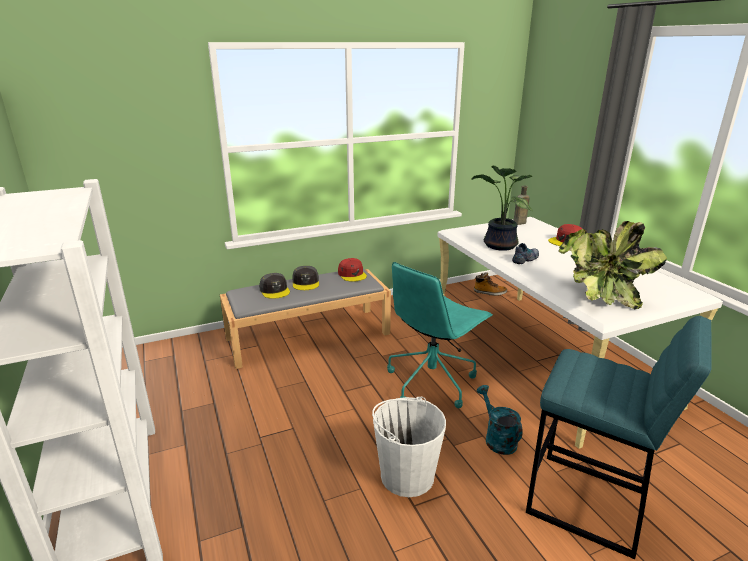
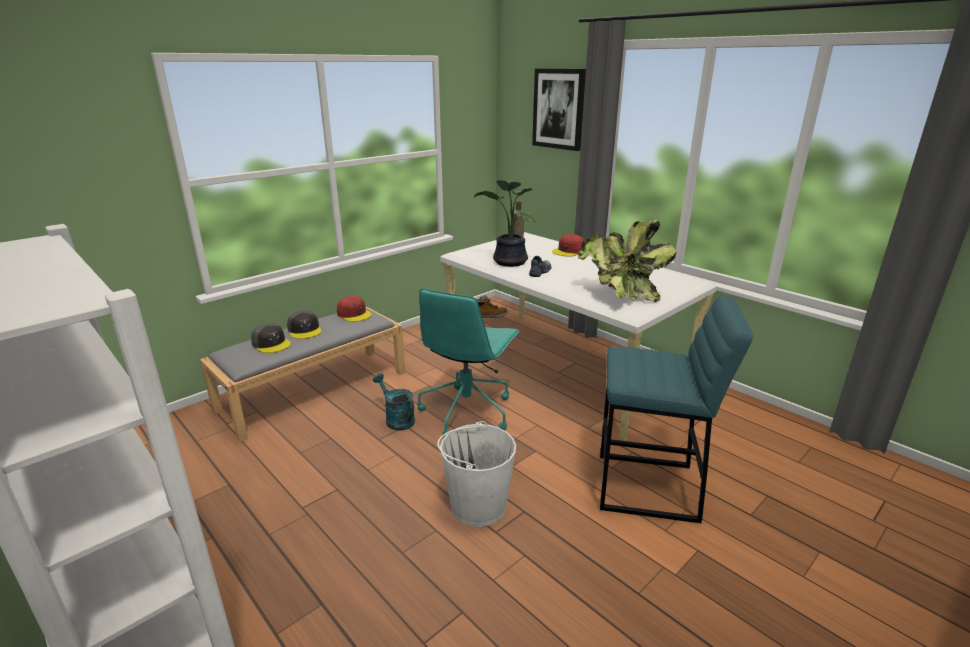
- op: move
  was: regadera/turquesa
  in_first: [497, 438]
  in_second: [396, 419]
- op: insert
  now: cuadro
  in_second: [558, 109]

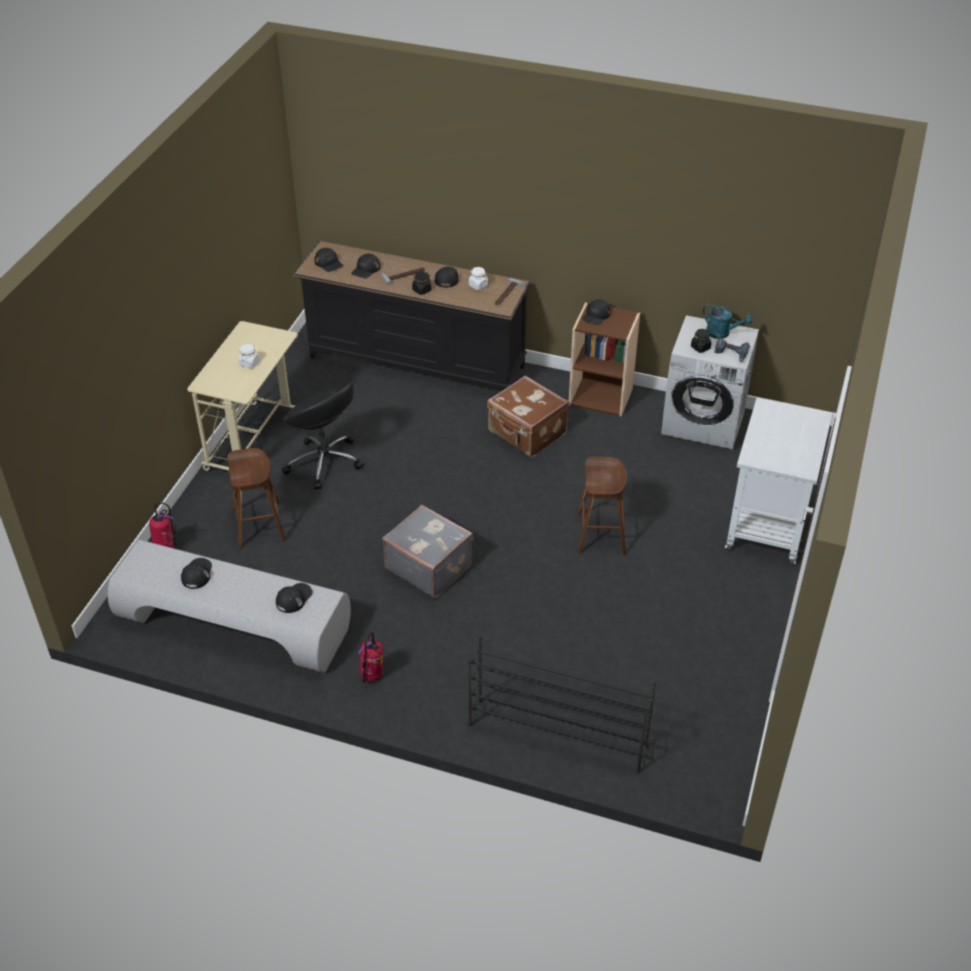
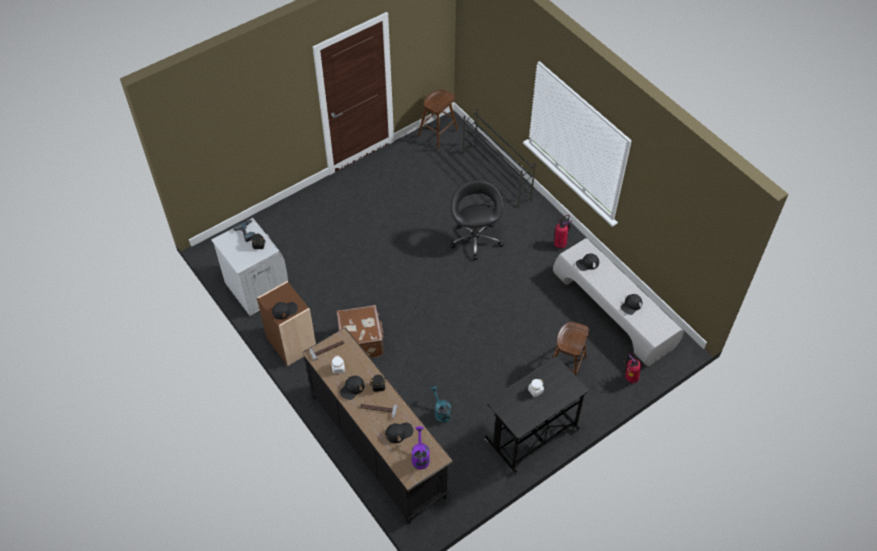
- op: replace
  was: gorra/negro
  now: regadera/morado
  in_first: [328, 263]
  in_second: [420, 456]
- op: move
  was: regadera/turquesa
  in_first: [722, 333]
  in_second: [441, 412]
- op: recolor
  was: escritorio/beis
  now: escritorio/negro
  in_first: [256, 442]
  in_second: [531, 436]
- op: move
  was: silla de oficina/negro
  in_first: [325, 463]
  in_second: [475, 239]
- op: delete
  was: carrito/blanco
  in_first: [766, 528]
- op: move
  was: taburete/marrón
  in_first: [601, 533]
  in_second: [437, 133]
- op: delete
  was: maleta/gris
  in_first: [429, 566]

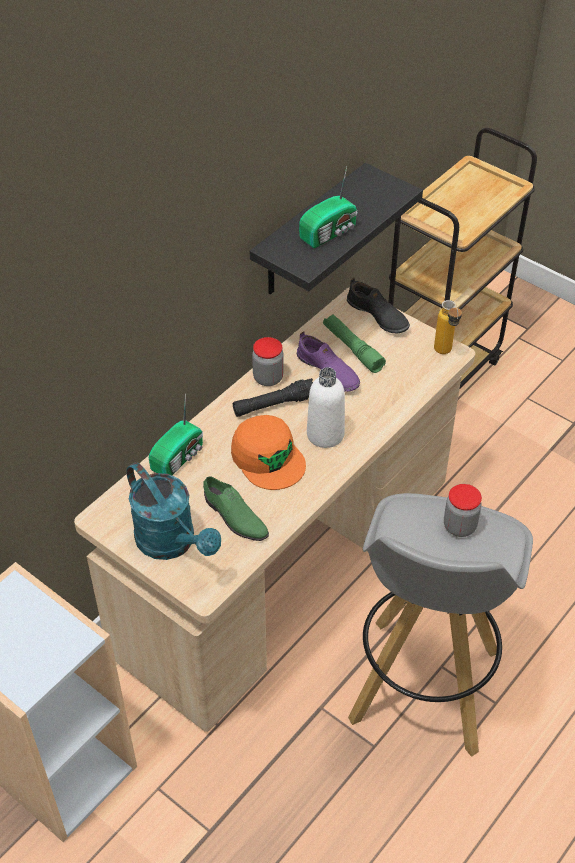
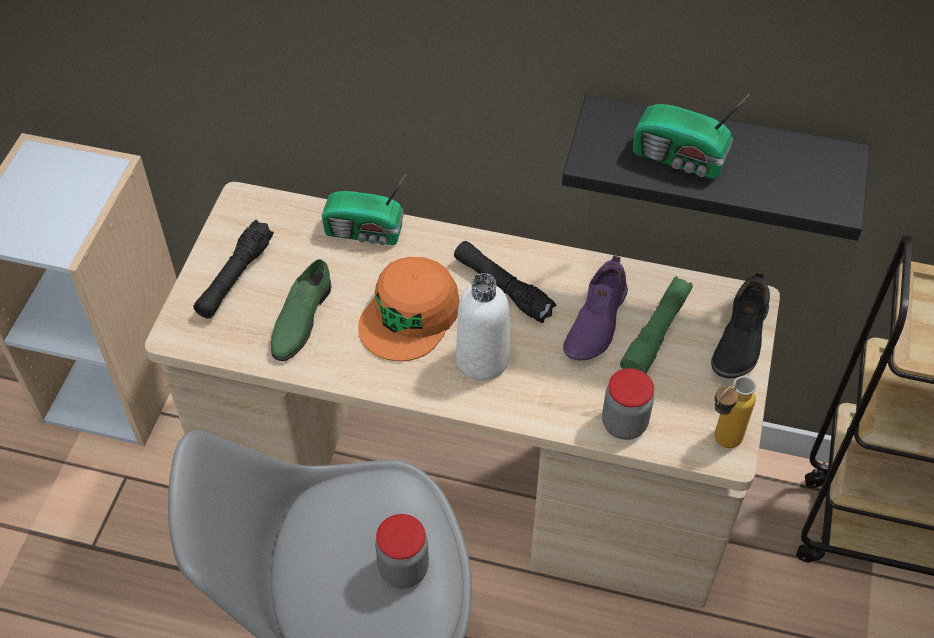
- op: move
  was: tarro
  in_first: [268, 378]
  in_second: [624, 423]
- op: replace
  was: regadera/turquesa
  now: linterna/negro
  in_first: [172, 543]
  in_second: [235, 278]

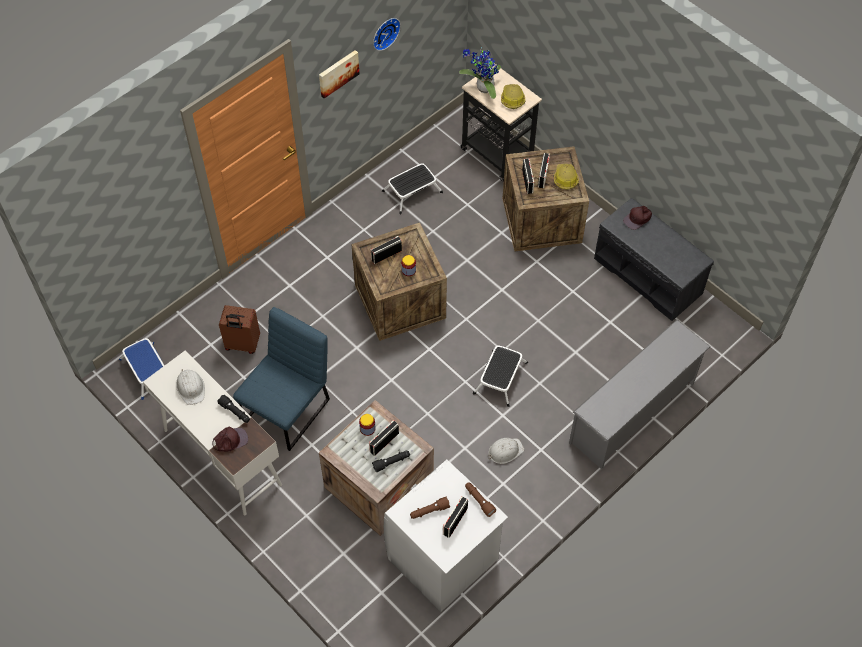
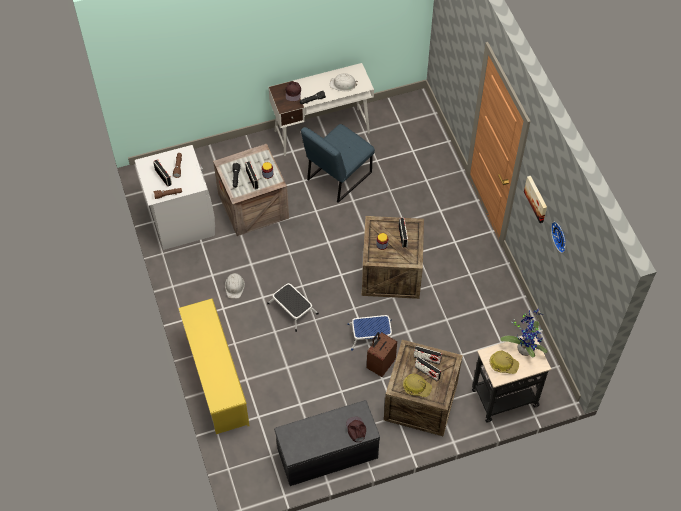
- op: delete
  was: escalera de tijera/negro
  in_first: [412, 192]
- op: move
  was: maleta/marrón
  in_first: [242, 345]
  in_second: [380, 365]
- op: rotate
  was: silla/azul
  in_first: [288, 409]
  in_second: [337, 177]
  clockwise: 75
- op: recolor
  was: zapatero/gris
  now: zapatero/amarillo
  in_first: [633, 413]
  in_second: [216, 380]
- op: move
  was: escalera de tijera/azul
  in_first: [148, 370]
  in_second: [371, 335]

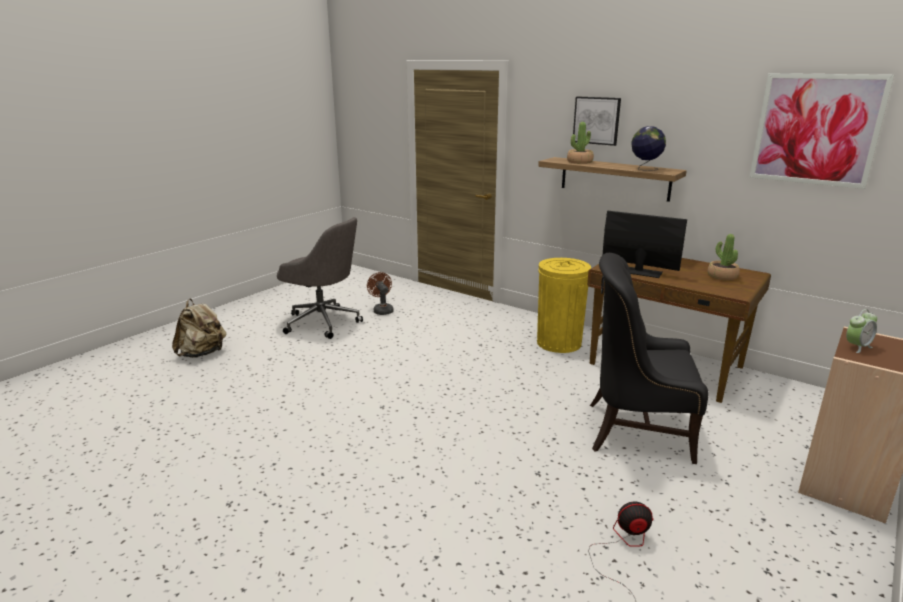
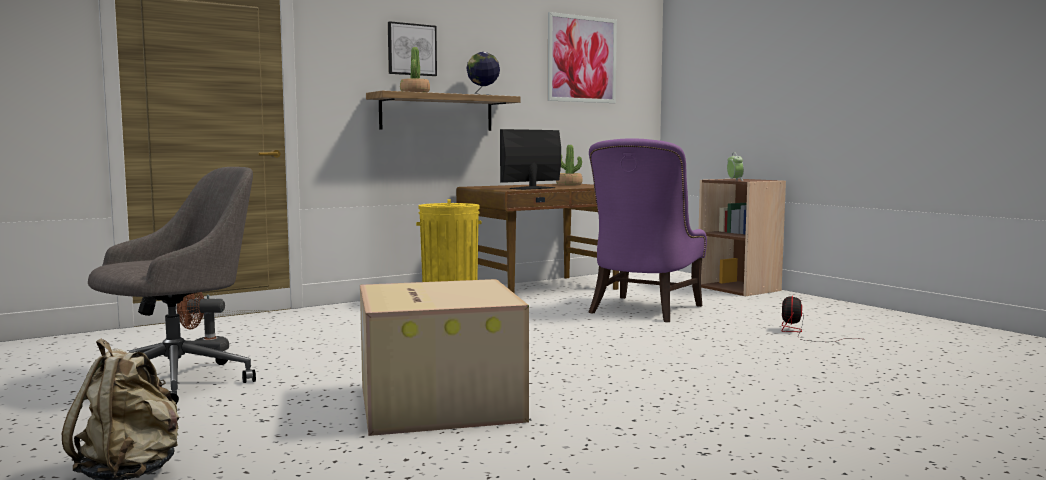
- op: recolor
  was: silla/negro
  now: silla/morado
  in_first: [636, 430]
  in_second: [644, 309]
- op: insert
  now: caja de cartón
  in_second: [437, 402]

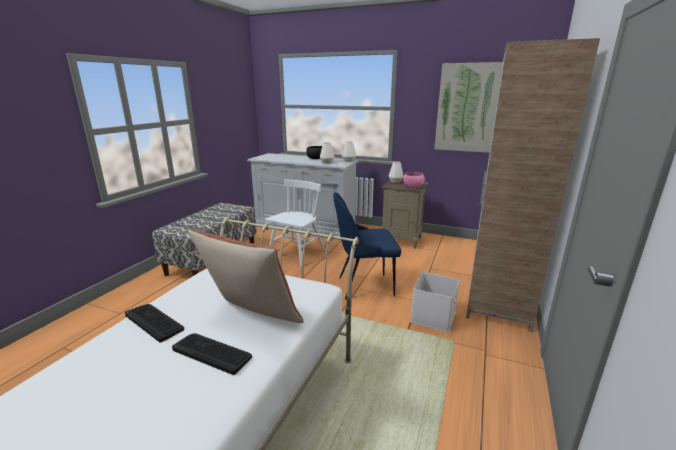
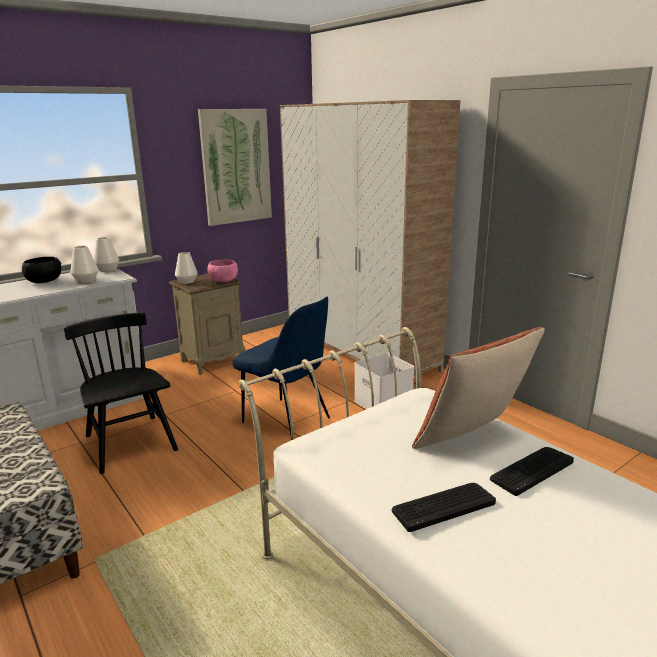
- op: recolor
  was: silla/blanco
  now: silla/negro
  in_first: [296, 254]
  in_second: [130, 443]
- op: rotate
  was: silla/azul
  in_first: [365, 286]
  in_second: [287, 420]
  clockwise: -75

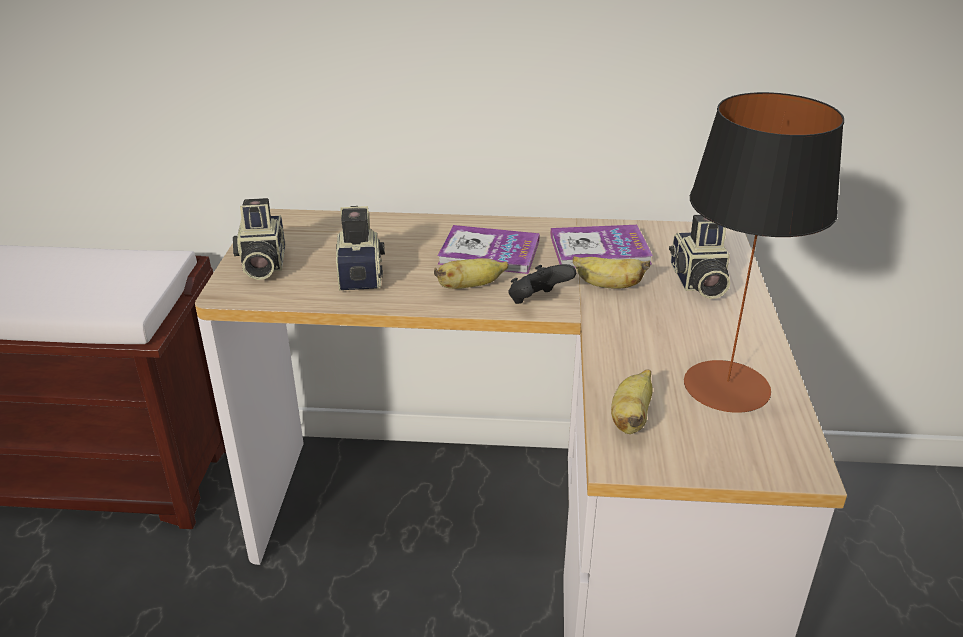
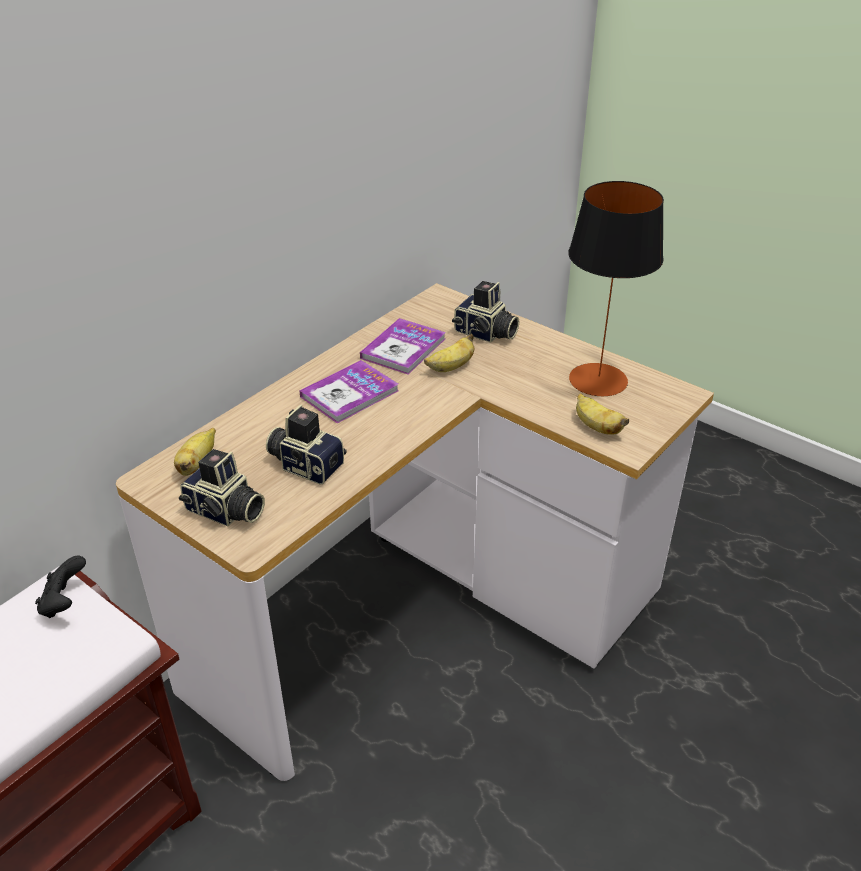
- op: move
  was: plátano
  in_first: [470, 286]
  in_second: [197, 464]
- op: move
  was: mando de consola/negro
  in_first: [537, 302]
  in_second: [65, 603]

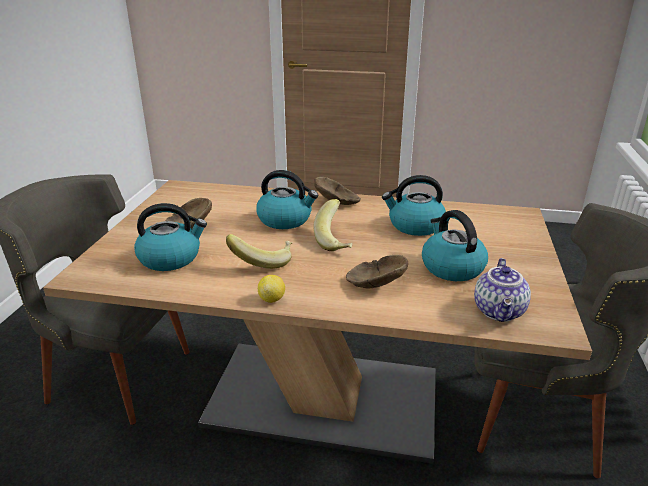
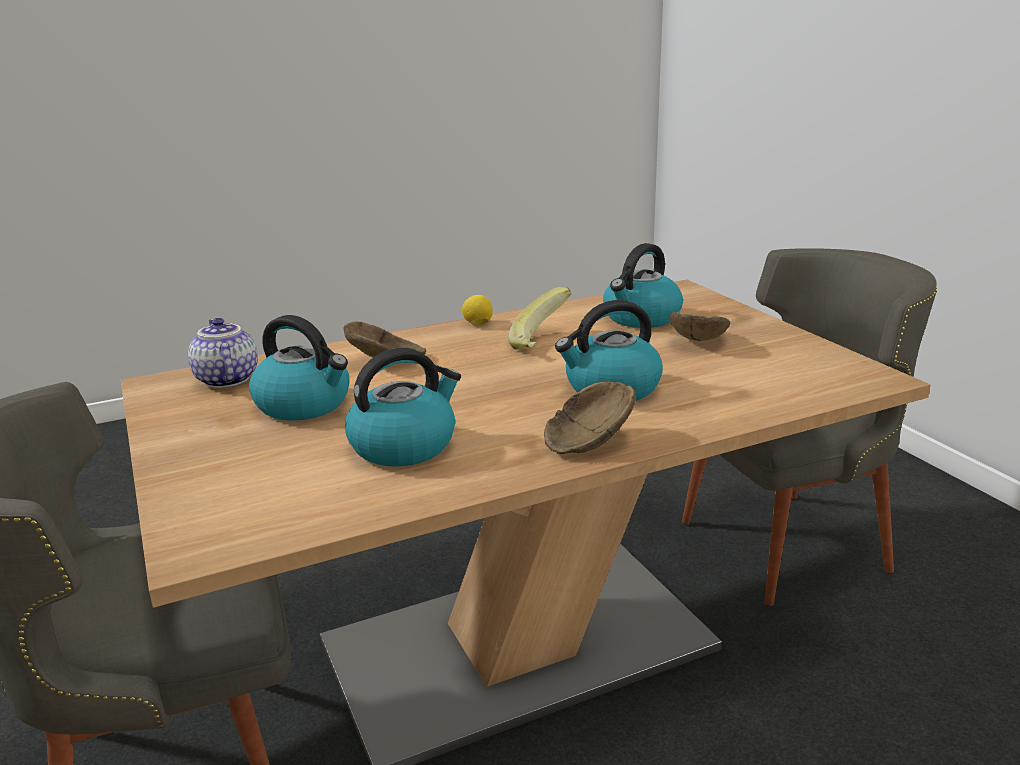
- op: delete
  was: plátano
  in_first: [337, 241]

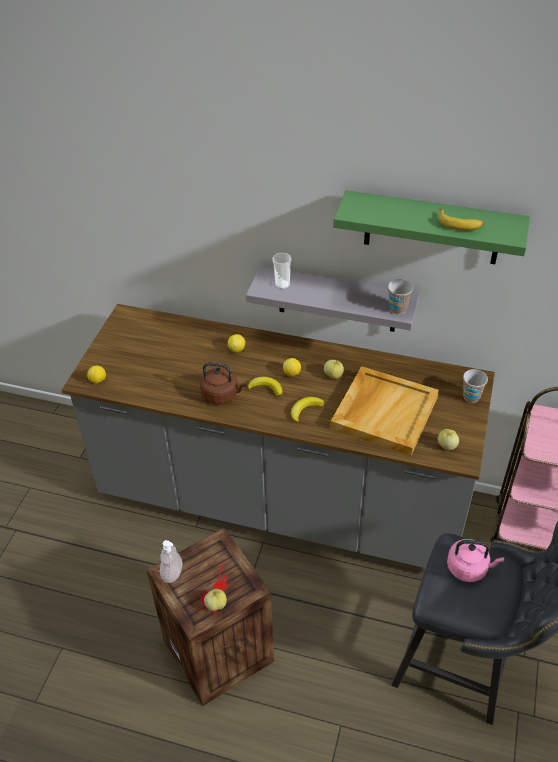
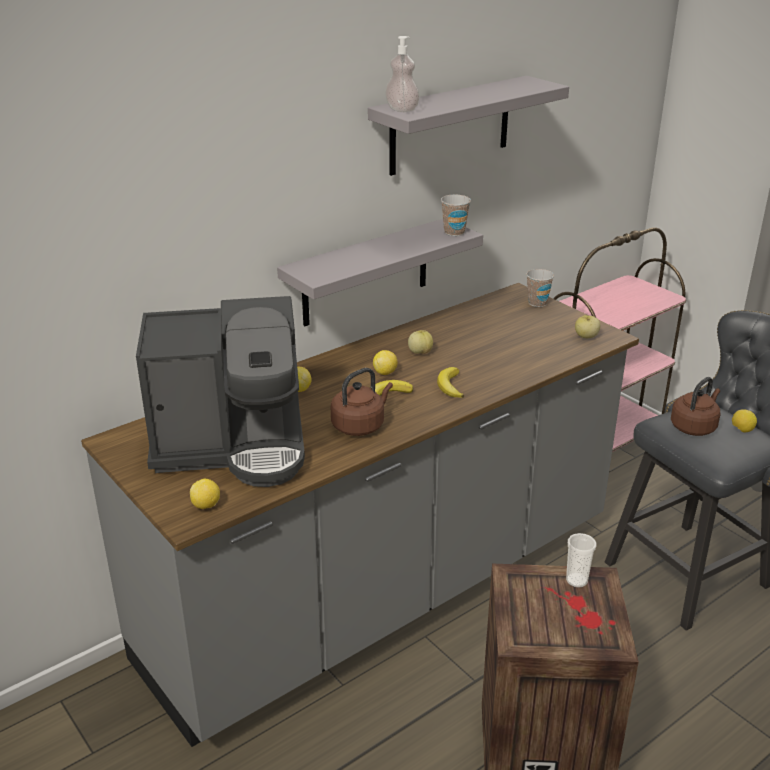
- op: recolor
  was: estante/verde
  now: estante/gris
  in_first: [432, 228]
  in_second: [450, 125]
- op: delete
  was: plátano
  in_first: [459, 224]
- op: move
  was: taza
  in_first: [282, 284]
  in_second: [576, 580]
- op: delete
  was: bandeja/beis
  in_first: [384, 412]
- op: recolor
  was: hervidor/rosa
  now: hervidor/marrón
  in_first: [469, 568]
  in_second: [694, 427]
- op: move
  was: dispensador de jabón
  in_first: [172, 573]
  in_second: [402, 109]
- op: delete
  was: manzana
  in_first: [216, 605]
- op: insert
  now: cafetera
  in_second: [233, 446]
- op: insert
  now: limón
  in_second: [741, 430]

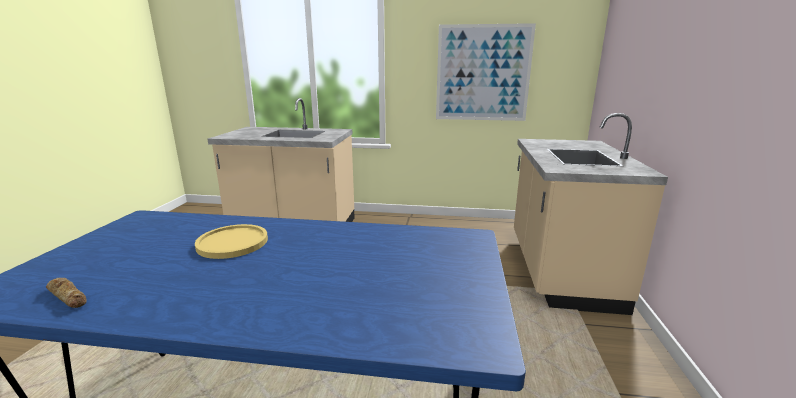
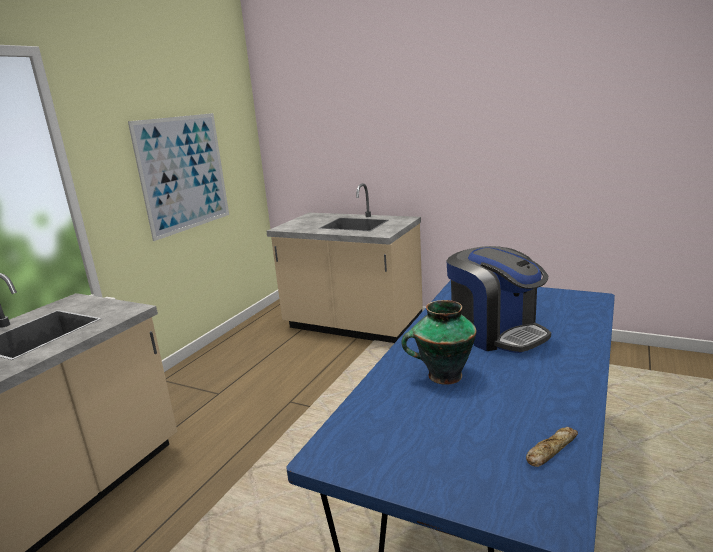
- op: replace
  was: plato/amarillo
  now: florero
  in_first: [232, 242]
  in_second: [443, 376]
- op: insert
  now: cafetera
  in_second: [496, 332]

